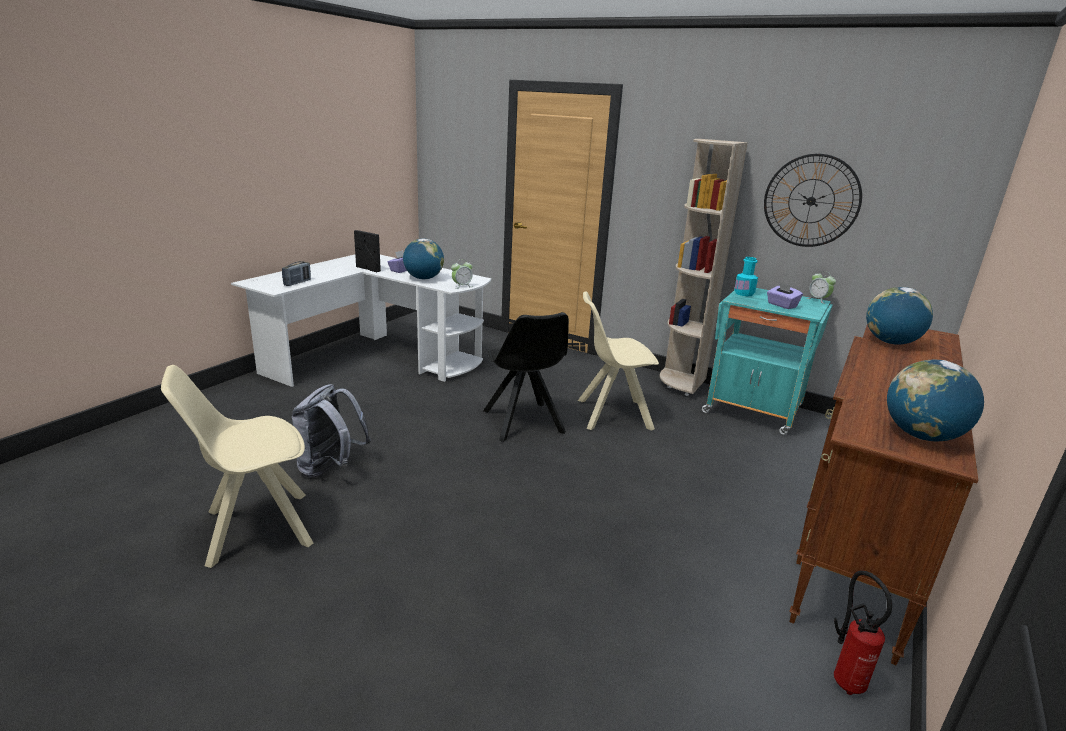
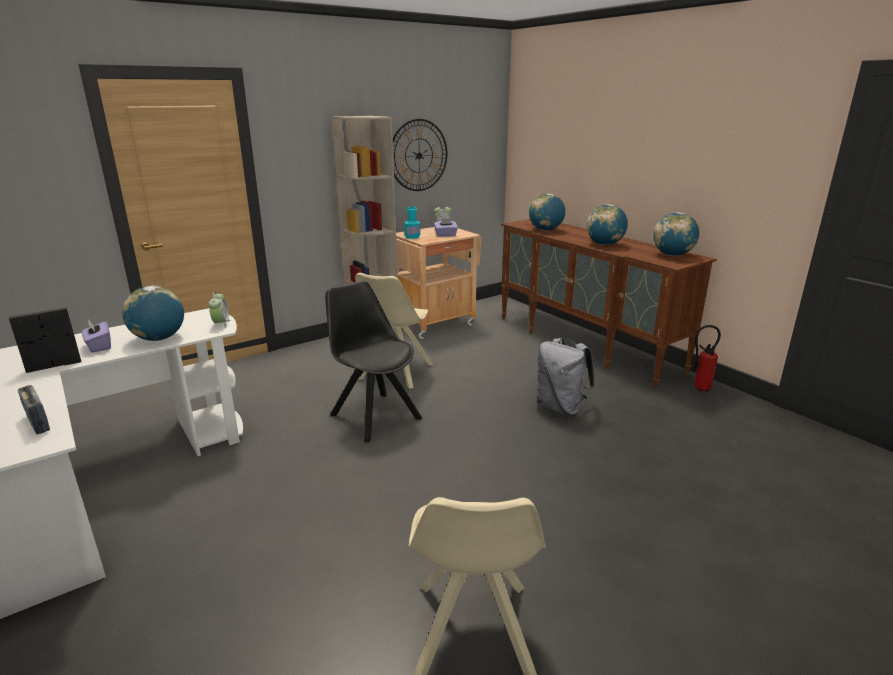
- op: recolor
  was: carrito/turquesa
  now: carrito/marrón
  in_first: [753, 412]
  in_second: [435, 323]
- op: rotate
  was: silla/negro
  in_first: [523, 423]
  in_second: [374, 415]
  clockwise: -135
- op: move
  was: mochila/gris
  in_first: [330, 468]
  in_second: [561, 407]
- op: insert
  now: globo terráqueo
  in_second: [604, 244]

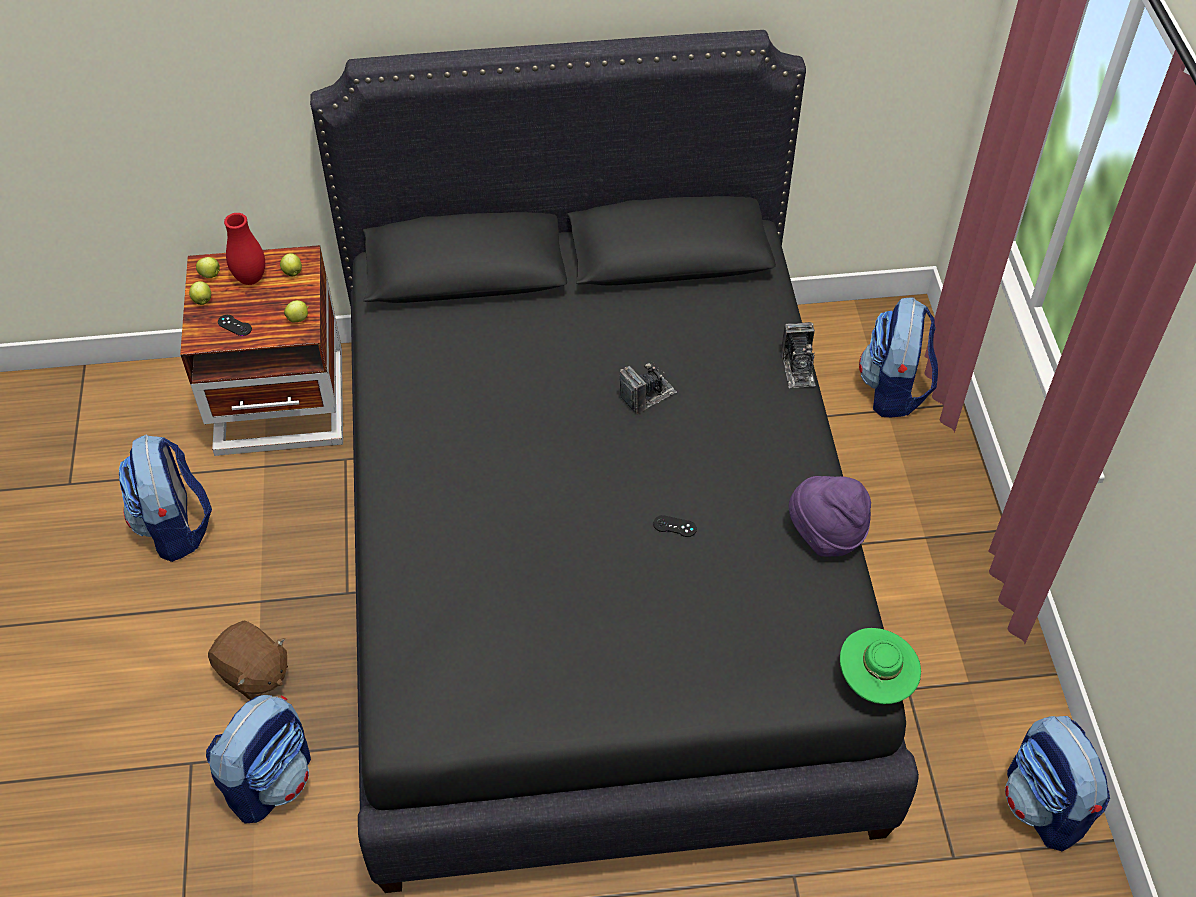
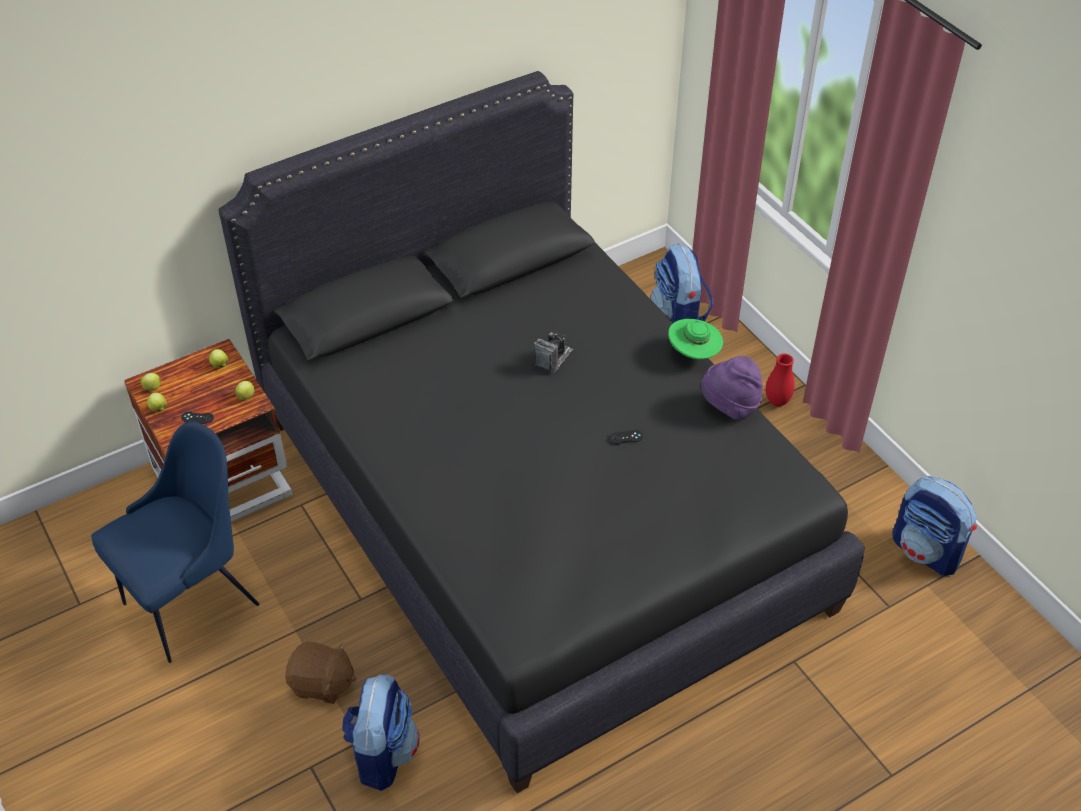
- op: move
  was: florero/rojo
  in_first: [250, 278]
  in_second: [777, 401]
- op: delete
  was: cámara
  in_first: [798, 368]
- op: replace
  was: mochila
  now: silla/azul
  in_first: [176, 527]
  in_second: [192, 603]
- op: move
  was: sombrero/verde
  in_first: [875, 681]
  in_second: [694, 353]

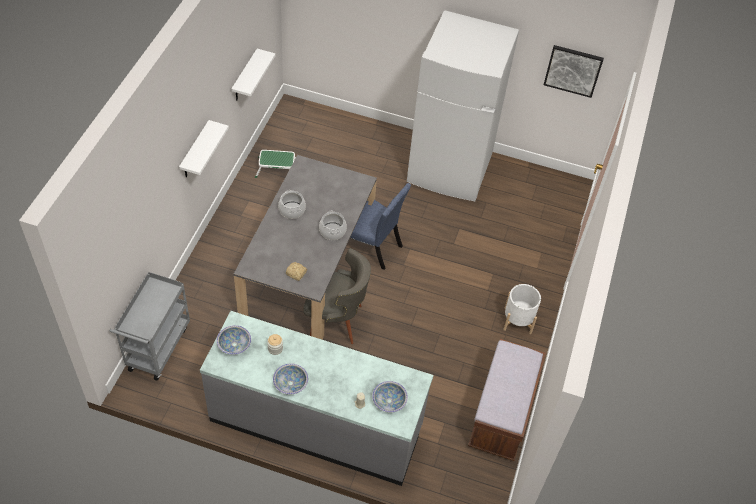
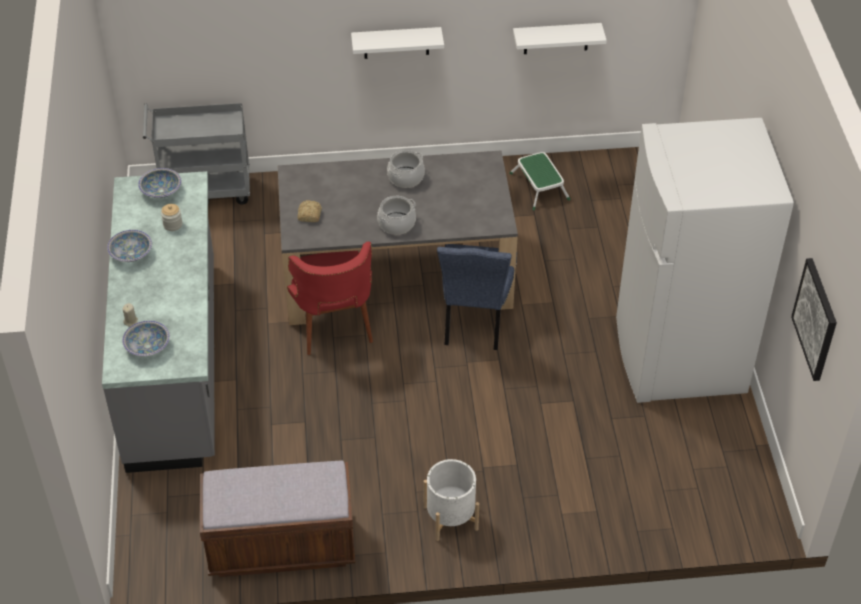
- op: recolor
  was: silla/gris
  now: silla/rojo
  in_first: [335, 321]
  in_second: [334, 326]

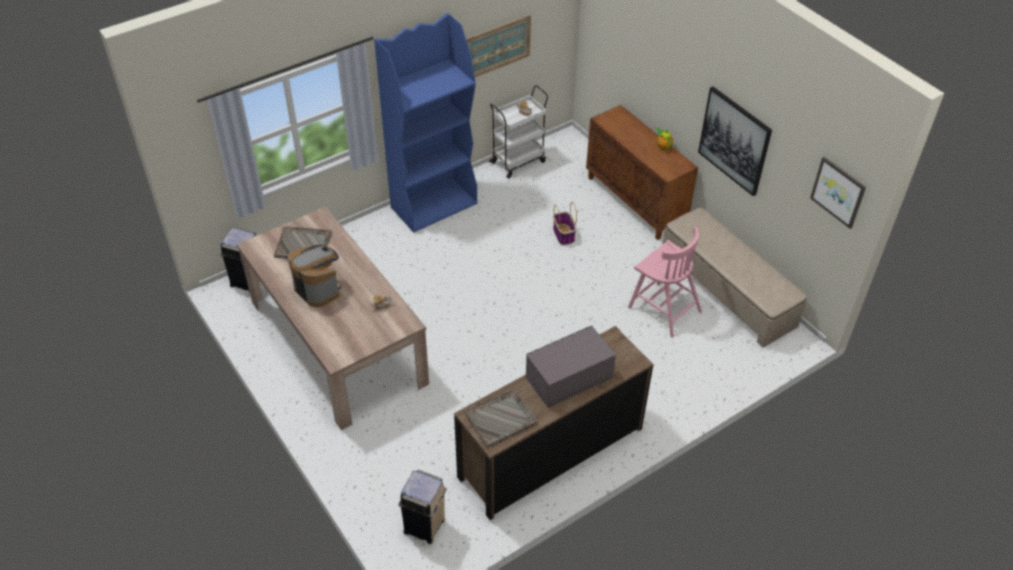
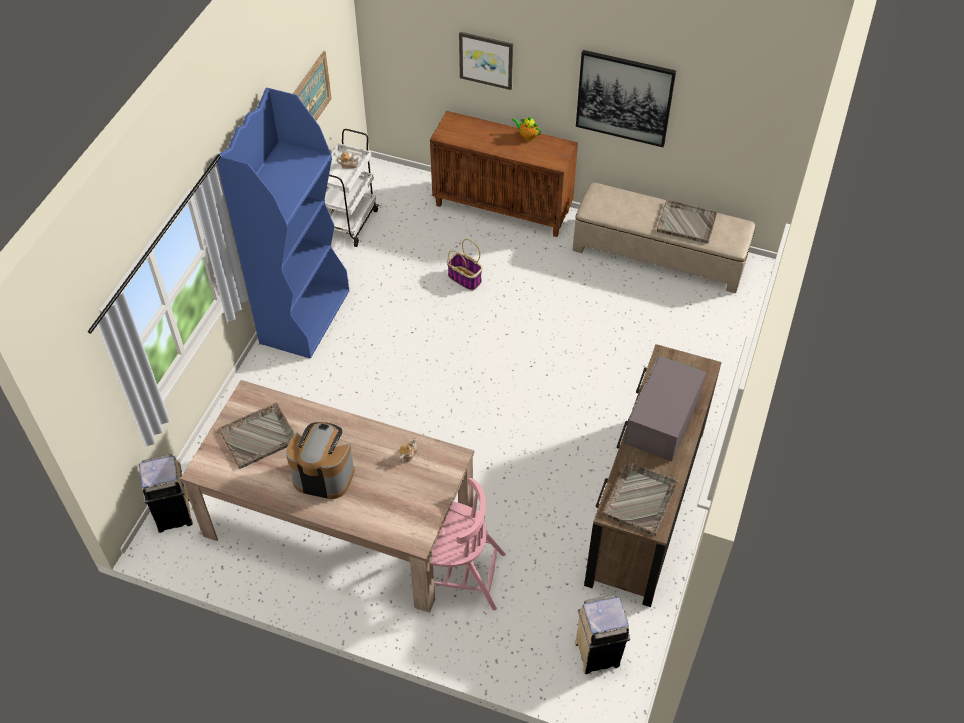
- op: move
  was: cuadro
  in_first: [838, 192]
  in_second: [486, 60]
- op: move
  was: silla/rosa
  in_first: [663, 308]
  in_second: [460, 575]
- op: insert
  now: bandeja/gris
  in_second: [686, 222]

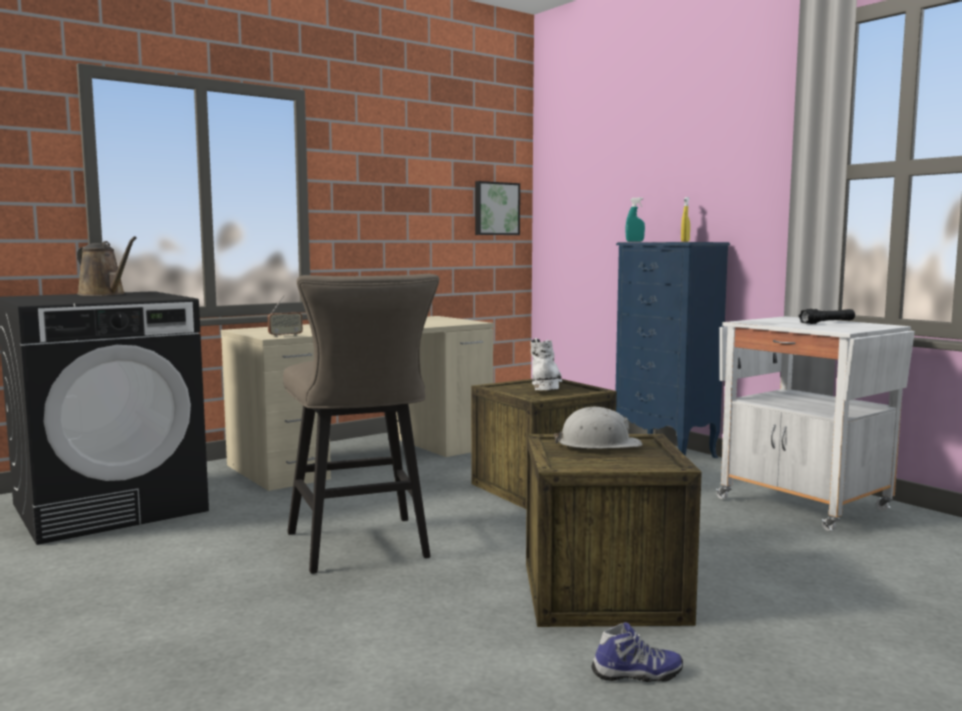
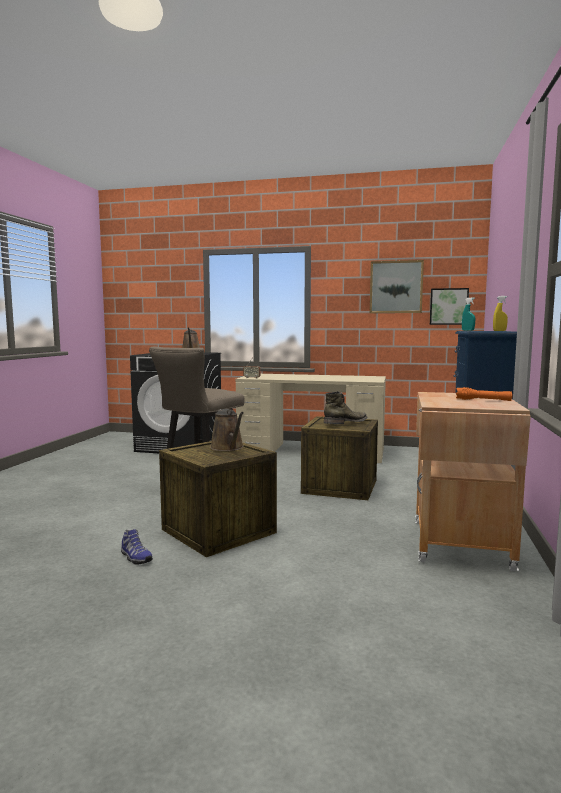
- op: recolor
  was: linterna/negro
  now: linterna/naranja
  in_first: [827, 322]
  in_second: [483, 400]
- op: recolor
  was: carrito/blanco
  now: carrito/marrón
  in_first: [805, 506]
  in_second: [461, 546]
- op: recolor
  was: bota/blanco
  now: bota/verde
  in_first: [545, 386]
  in_second: [346, 422]
- op: replace
  was: casco/blanco
  now: regadera/marrón
  in_first: [598, 444]
  in_second: [228, 448]
- op: insert
  now: cuadro
  in_second: [396, 287]

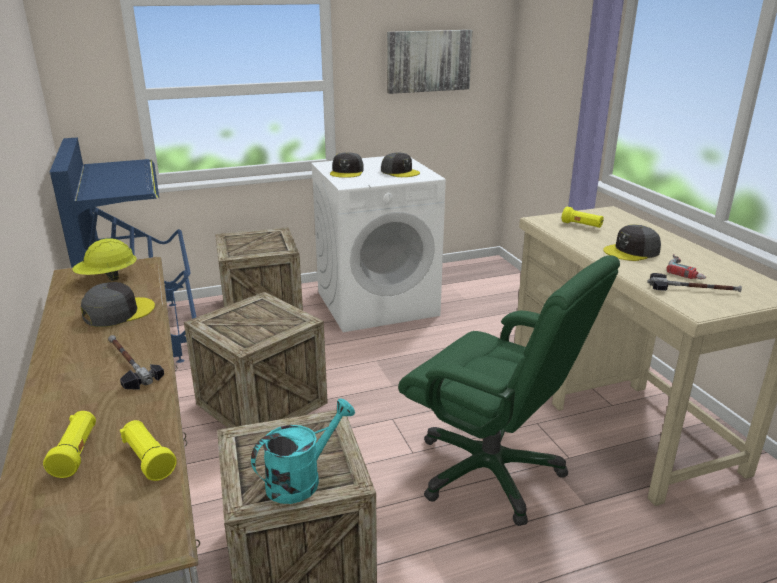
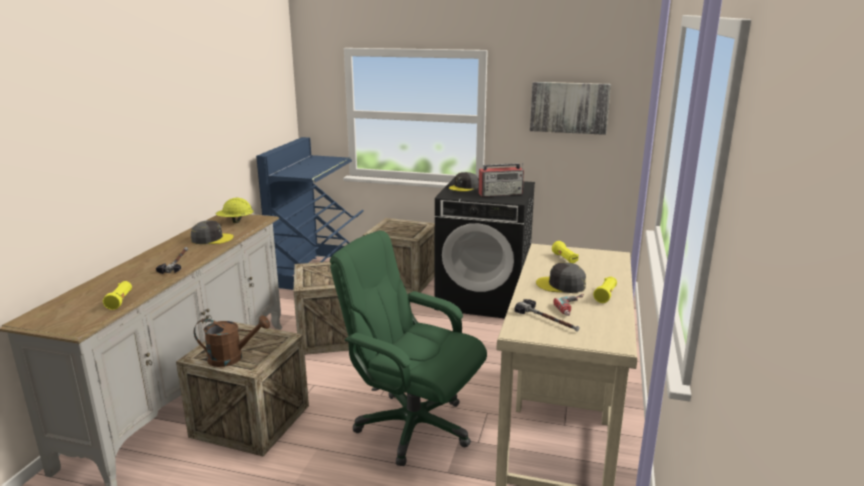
- op: replace
  was: gorra/gris
  now: radio
  in_first: [400, 172]
  in_second: [501, 194]
- op: recolor
  was: lavadora/blanco
  now: lavadora/negro
  in_first: [377, 303]
  in_second: [484, 298]
- op: rotate
  was: silla de oficina/verde
  in_first: [490, 472]
  in_second: [412, 426]
  clockwise: 135
- op: recolor
  was: regadera/turquesa
  now: regadera/marrón
  in_first: [301, 479]
  in_second: [232, 358]
- op: move
  was: linterna/amarillo
  in_first: [76, 453]
  in_second: [605, 295]

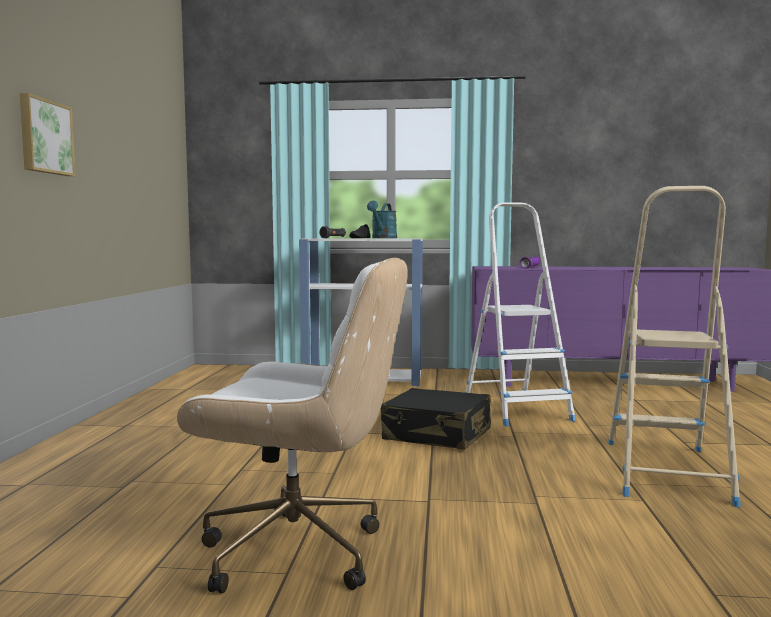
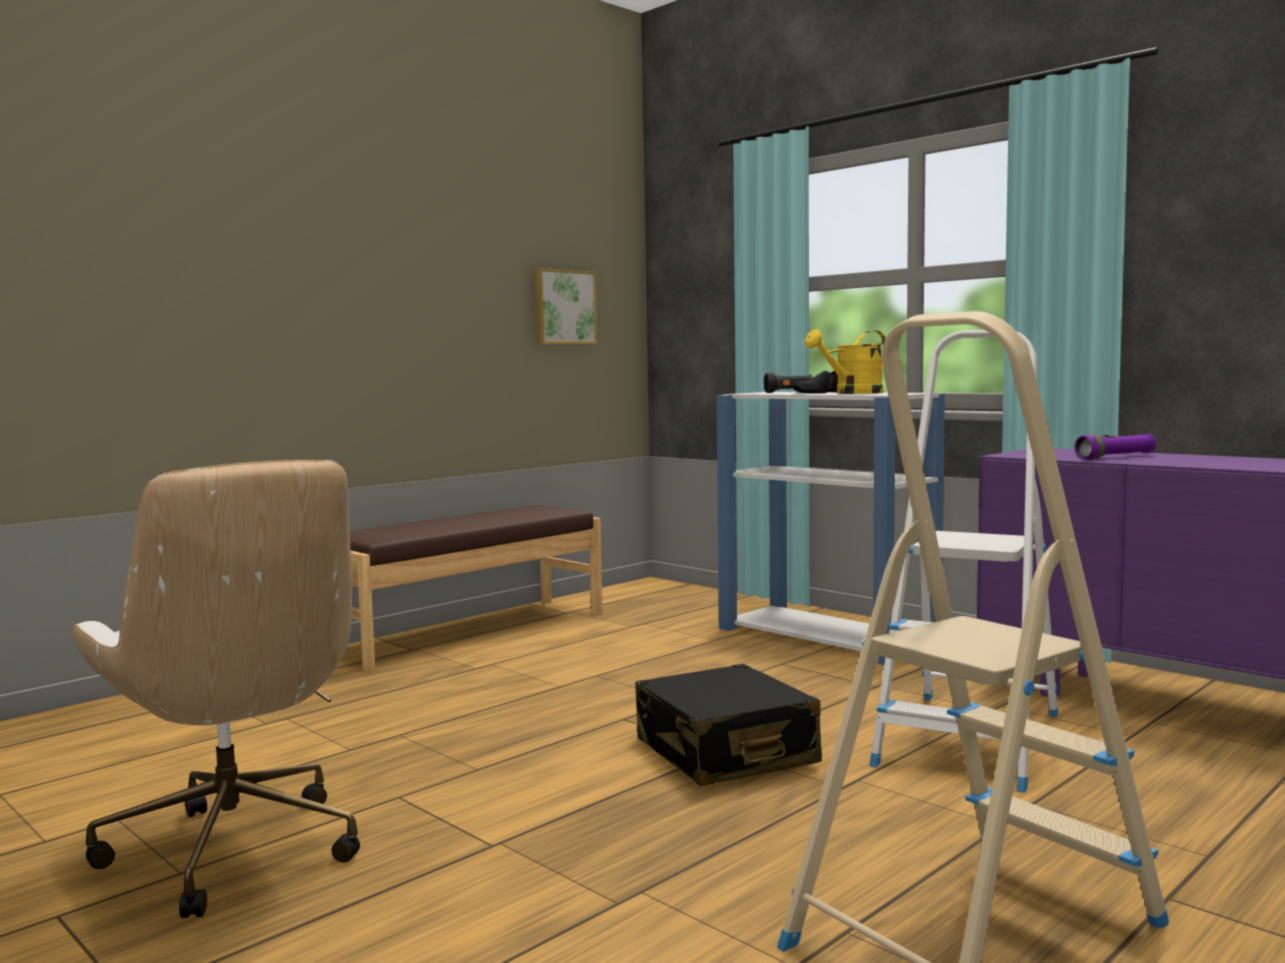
- op: move
  was: cuadro
  in_first: [45, 137]
  in_second: [563, 307]
- op: recolor
  was: regadera/turquesa
  now: regadera/amarillo
  in_first: [382, 238]
  in_second: [852, 393]
- op: insert
  now: banco/marrón
  in_second: [467, 631]

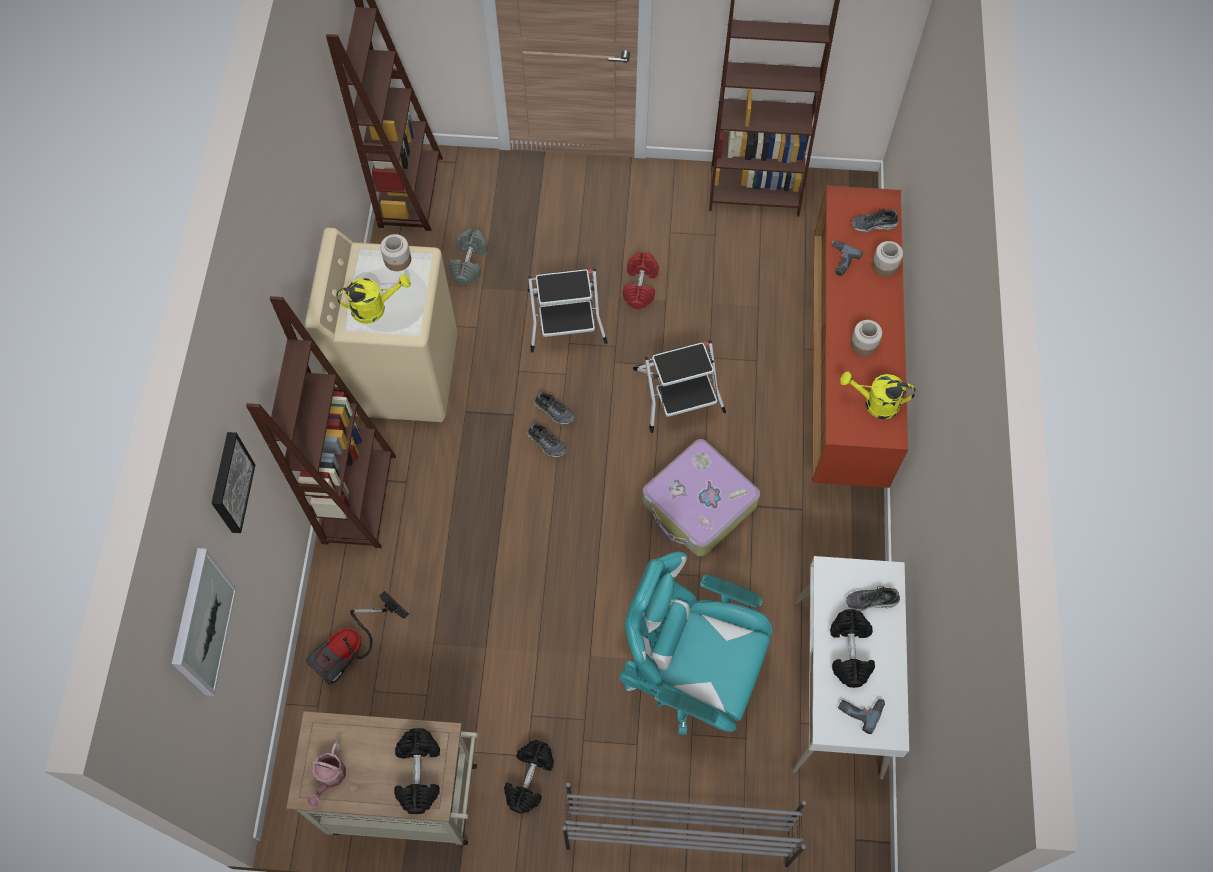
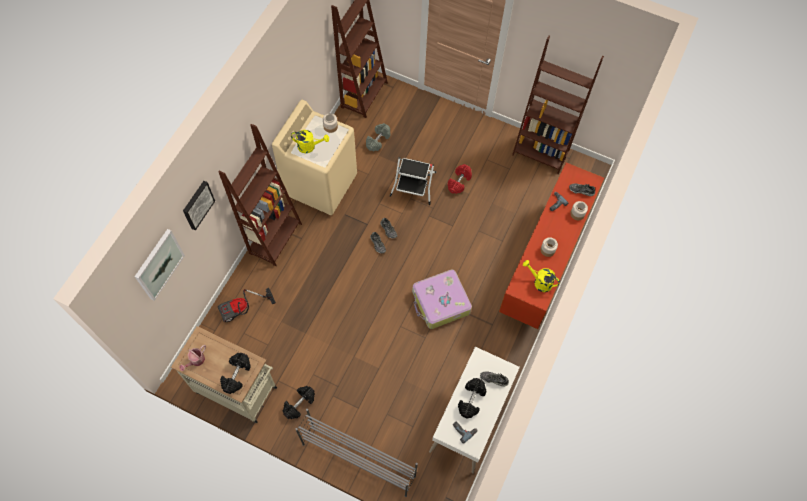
- op: delete
  was: escalera de tijera
  in_first: [677, 392]
- op: delete
  was: silla de oficina/turquesa
  in_first: [692, 676]

